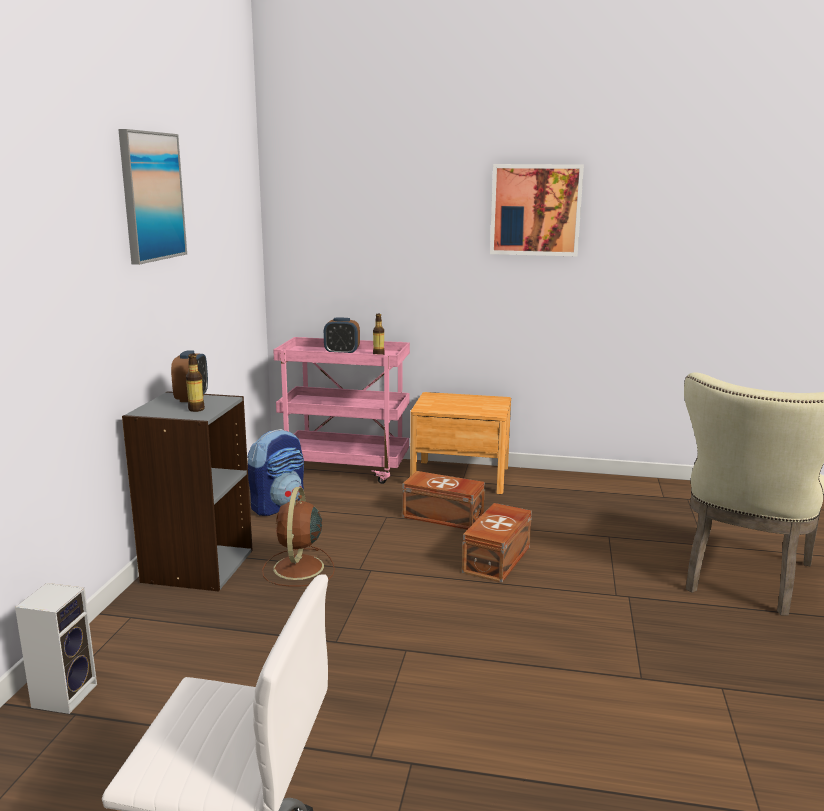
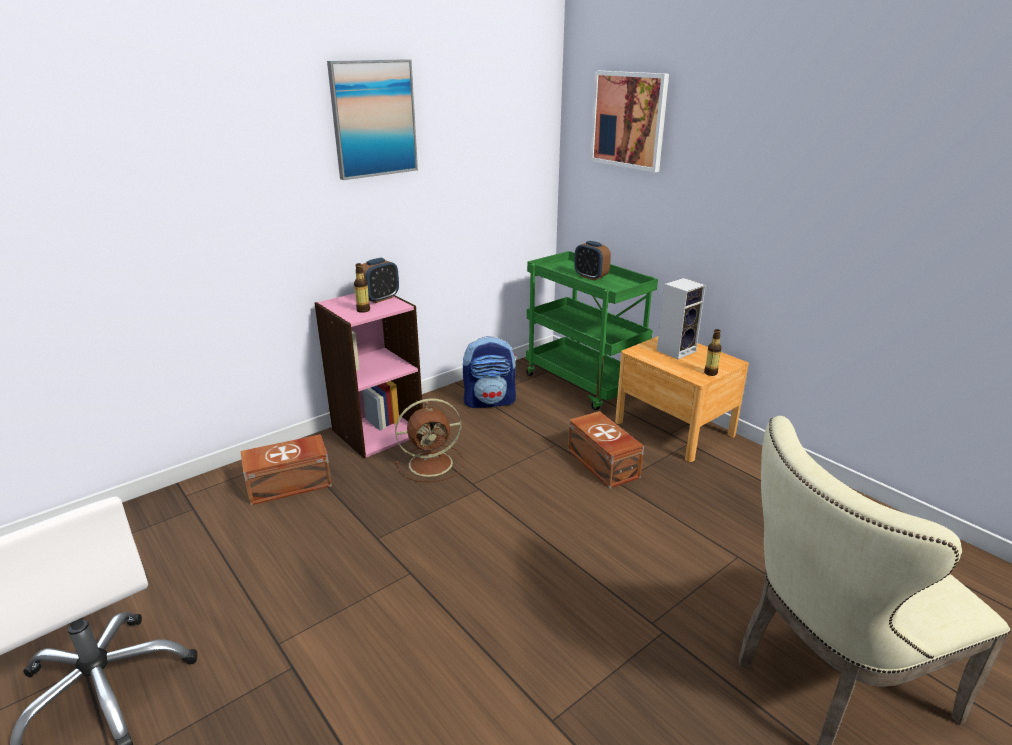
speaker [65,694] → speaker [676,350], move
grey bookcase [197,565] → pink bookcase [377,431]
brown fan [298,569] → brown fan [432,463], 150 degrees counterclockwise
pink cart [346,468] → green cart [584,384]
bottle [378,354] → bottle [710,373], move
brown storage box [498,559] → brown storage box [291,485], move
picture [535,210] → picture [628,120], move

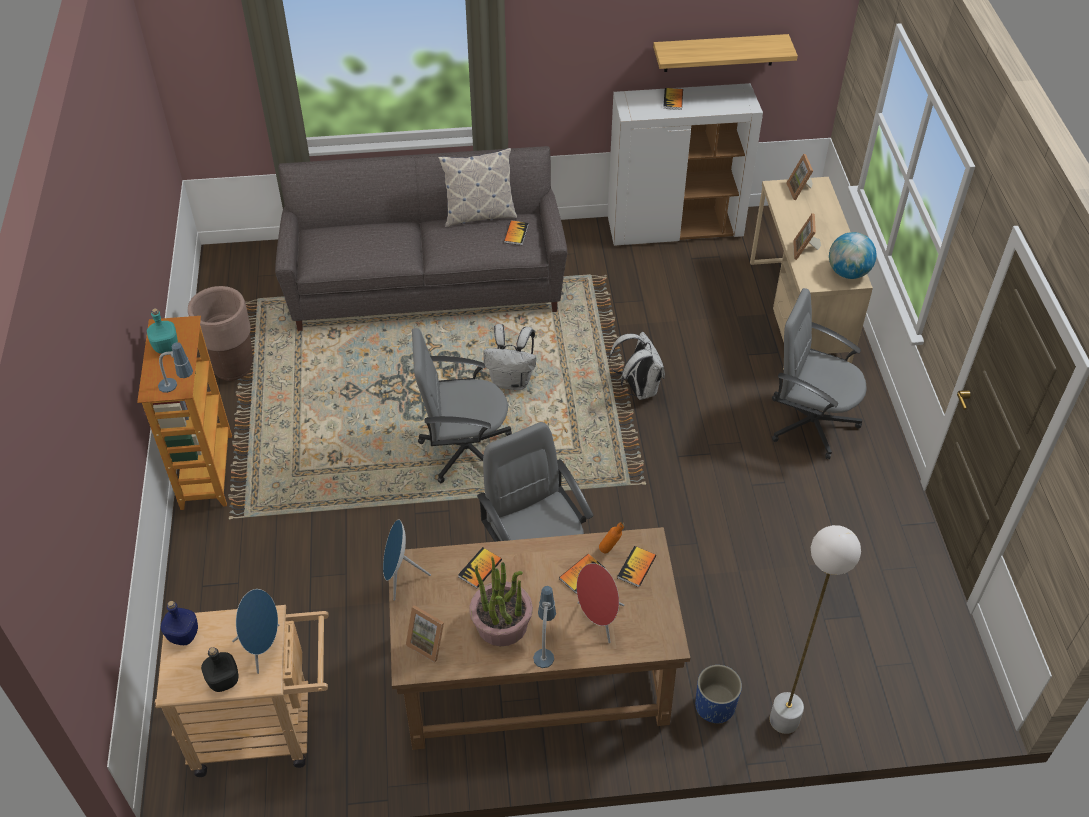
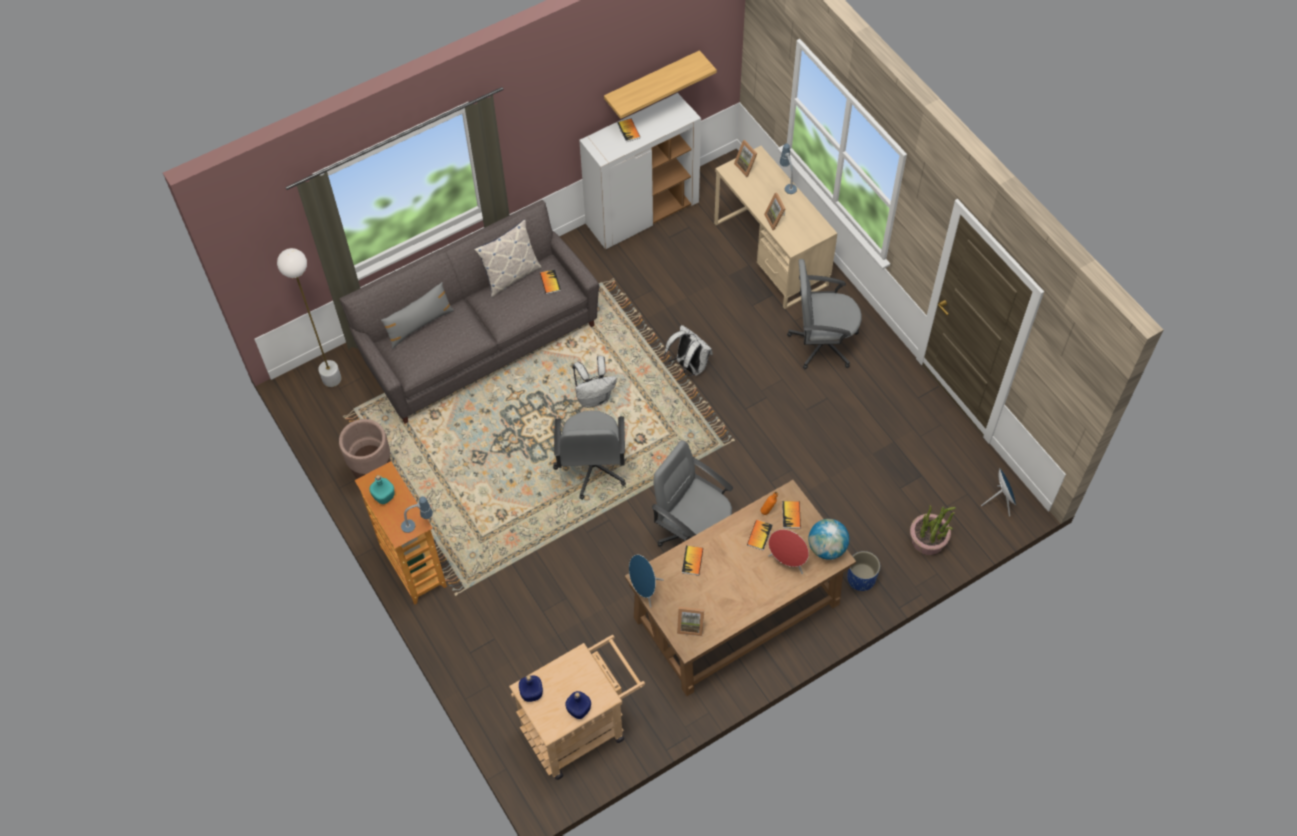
black bottle [223,681] → blue bottle [578,710]
blue speaker [262,647] → blue speaker [999,501], move
grey office chair [464,449] → grey office chair [592,468], 60 degrees counterclockwise
potted plant [501,624] → potted plant [928,540], move
table lamp [545,645] → table lamp [787,183], move
white floor lamp [784,720] → white floor lamp [331,379], move
globe [848,272] → globe [827,548], move
- → grey pillow [419,325]

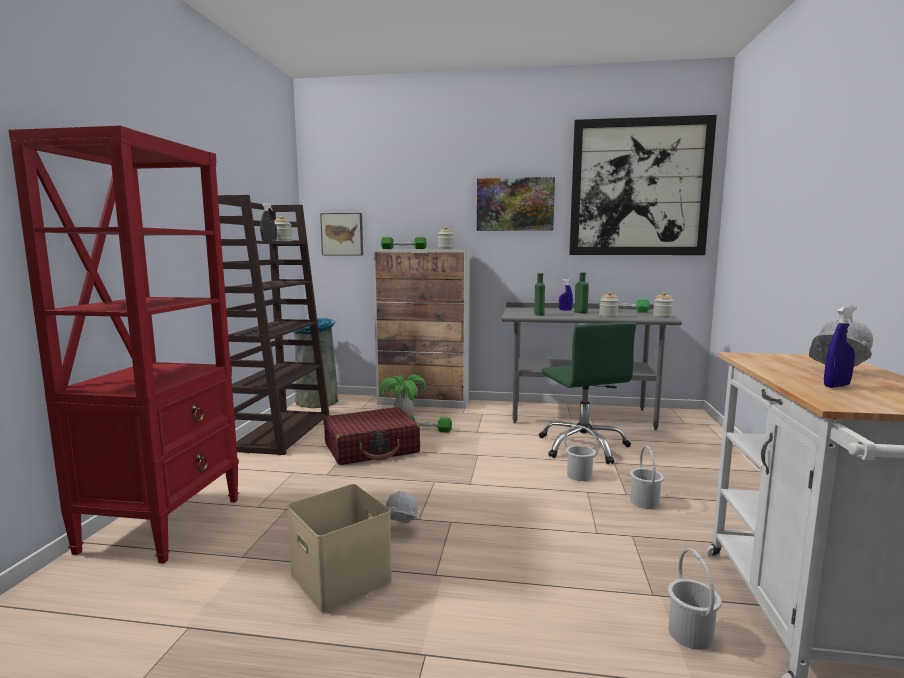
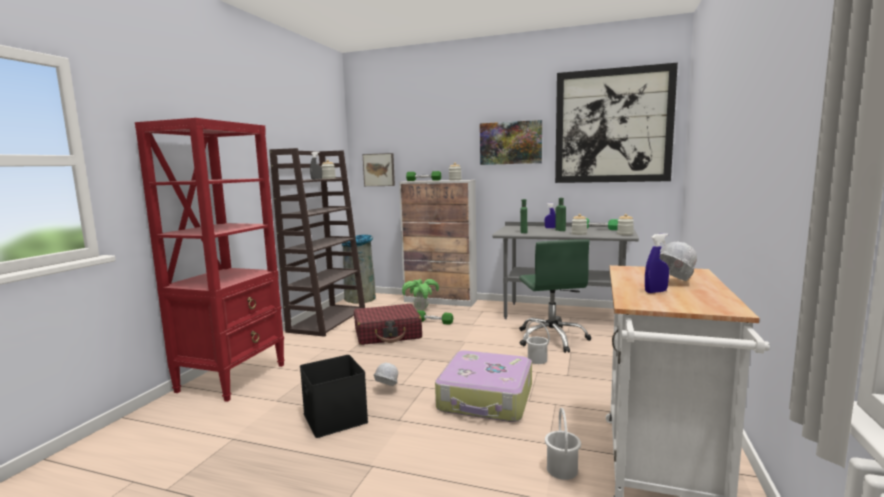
beige storage box [338,578] → black storage box [333,417]
white bucket [645,502] → -
- → suitcase [486,398]

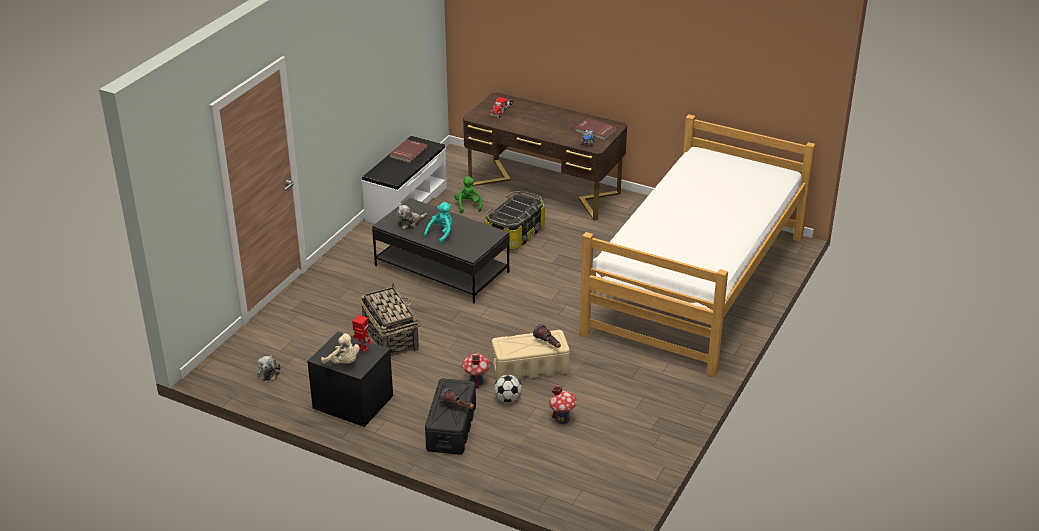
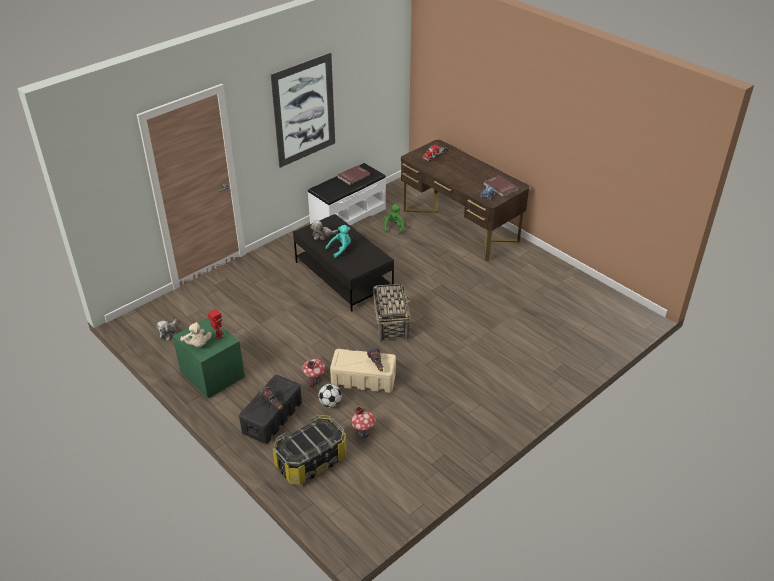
black nightstand [352,403] → green nightstand [211,375]
basket [390,338] → basket [391,324], move
storage box [514,234] → storage box [311,461], move
bed [697,284] → -
- → picture [304,110]

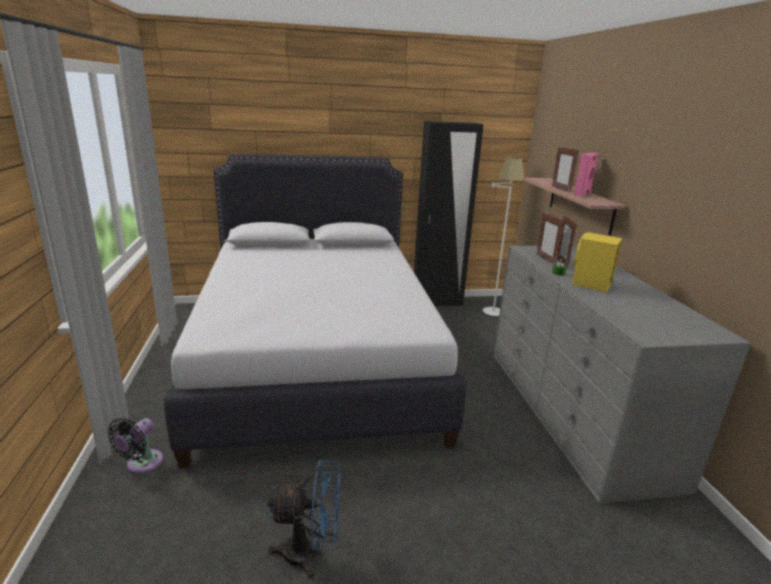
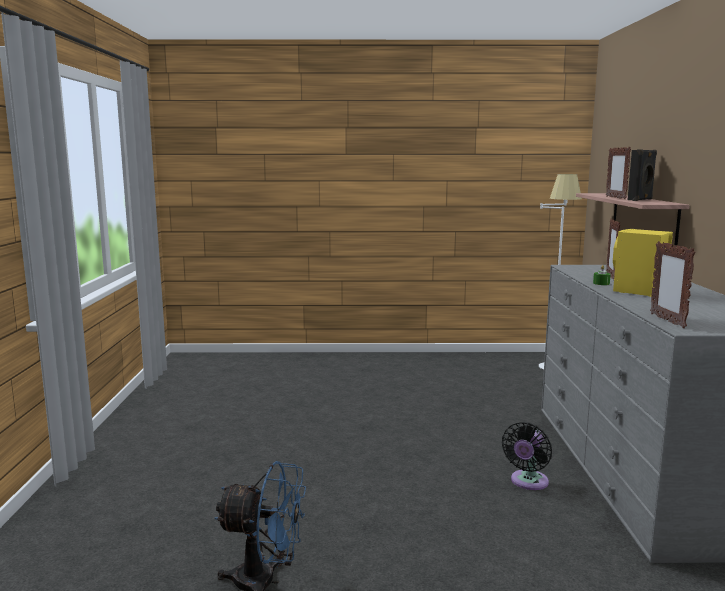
black fan [141,464] → black fan [528,482], move
white bed [315,359] → -
black wardrobe [437,302] → -
picture frame [545,260] → picture frame [667,321], move
pink speaker [583,194] → black speaker [640,200]

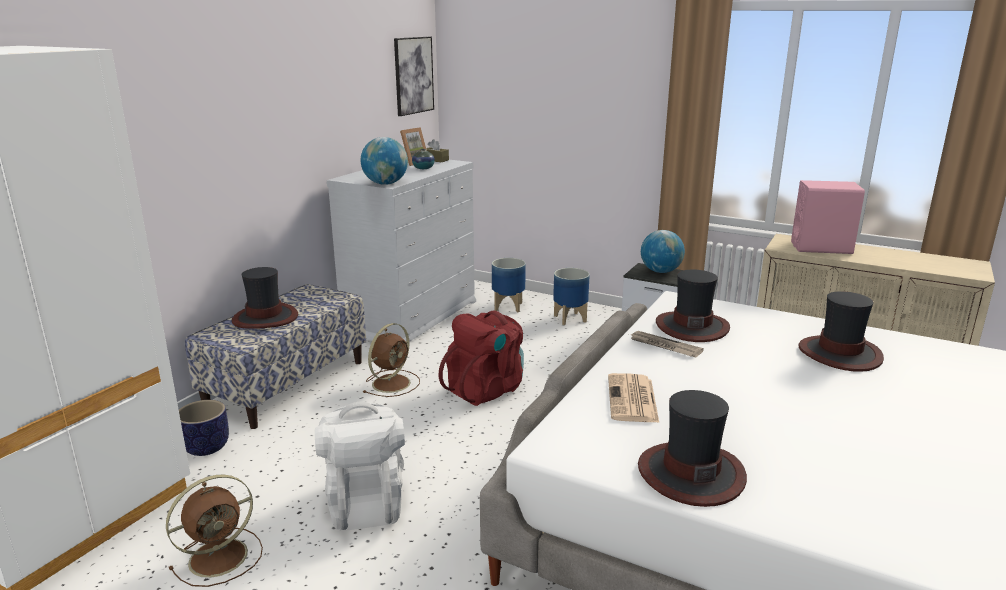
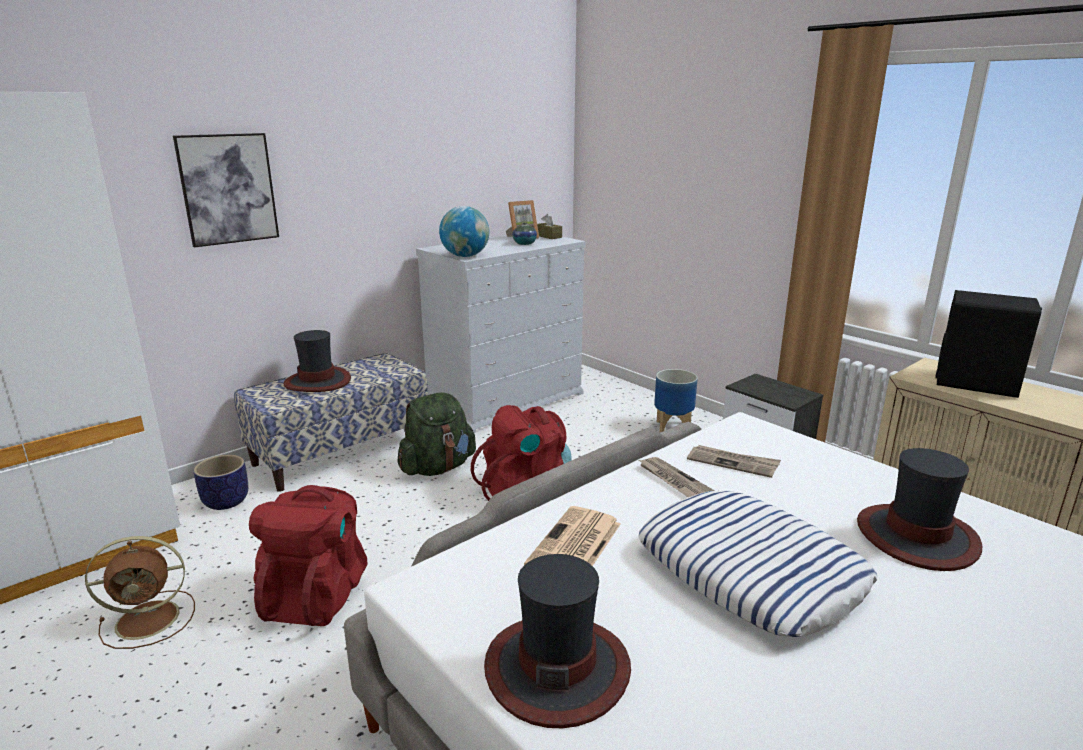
white backpack [365,503] → red backpack [317,595]
brown fan [392,383] → green backpack [437,468]
picture [413,75] → picture [228,189], move
planter [508,306] → -
globe [660,271] → -
hat [691,327] → newspaper [733,463]
pink speaker [821,247] → black speaker [976,383]
- → pillow [749,570]

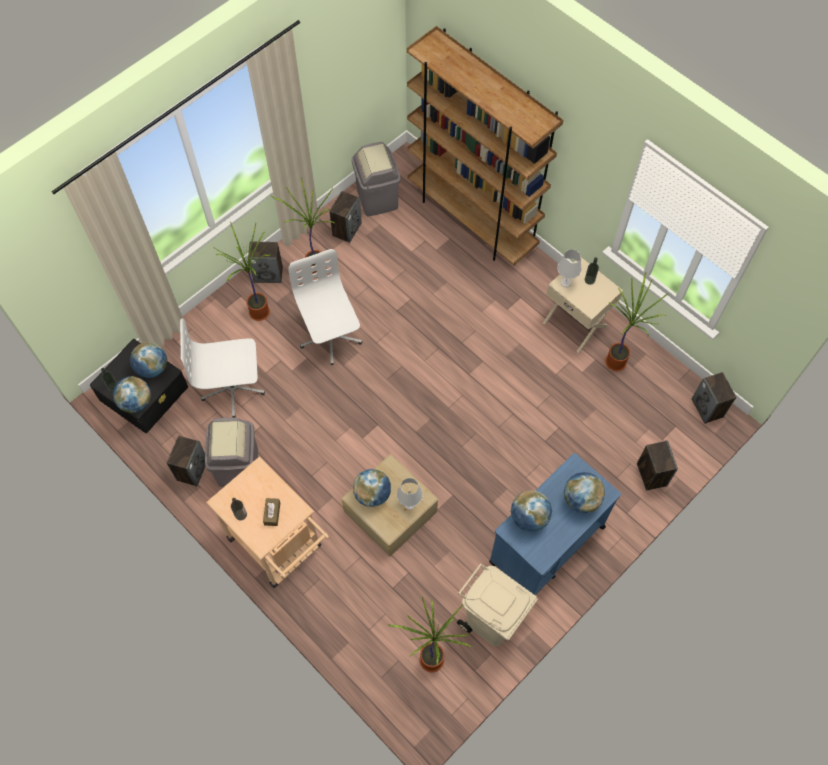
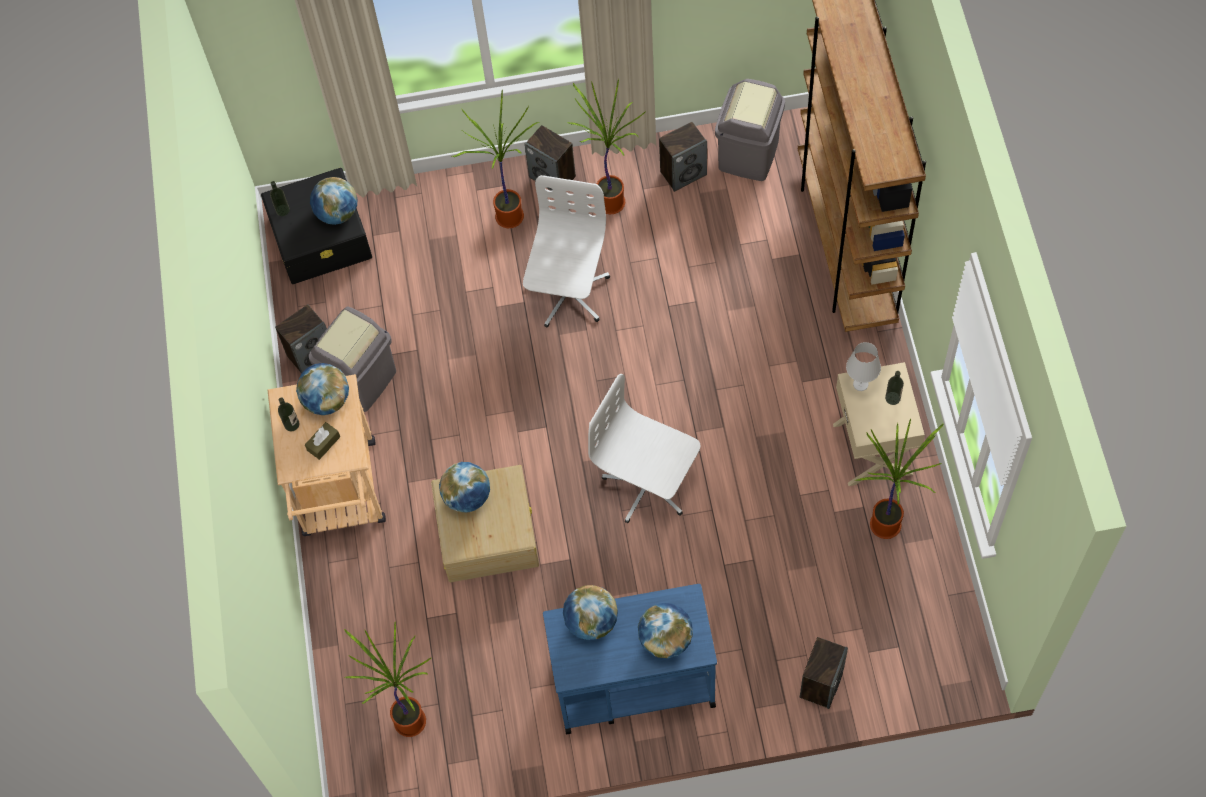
globe [136,402] → globe [326,400], move
white office chair [233,388] → white office chair [648,485], move
white table lamp [409,504] → -
beige trash can [491,621] → -
speaker [707,408] → -

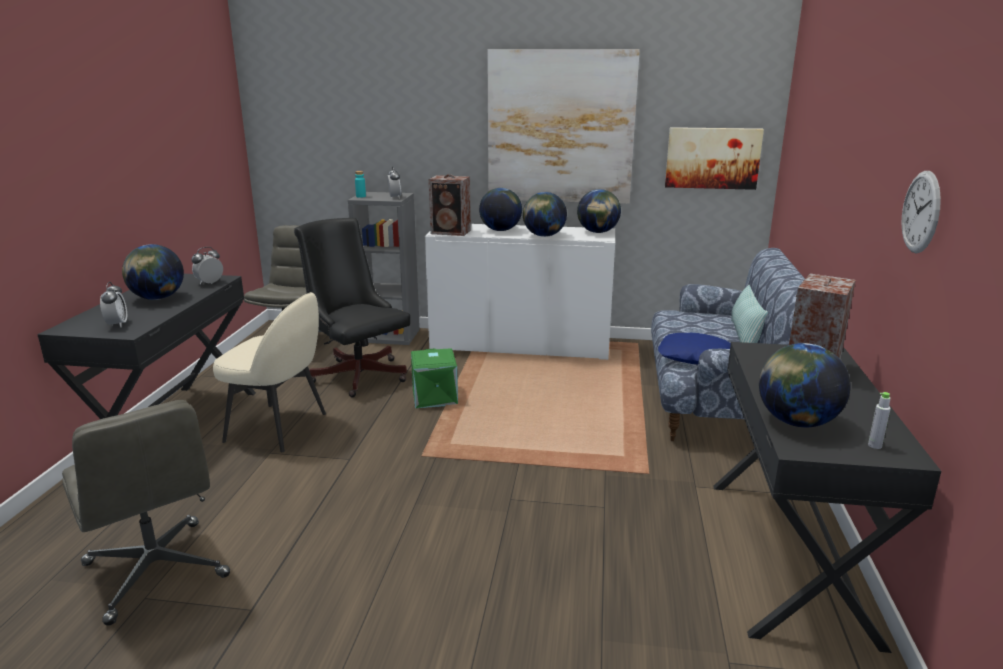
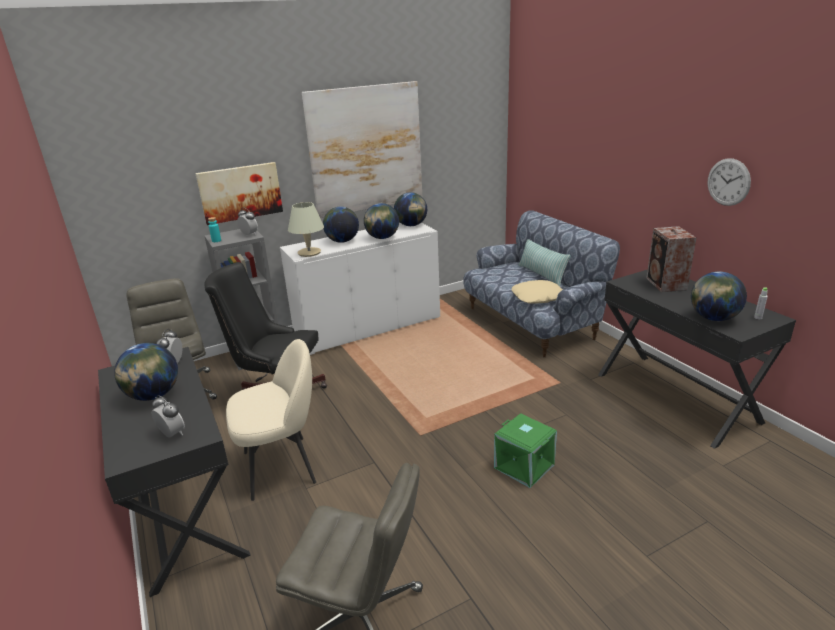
green storage box [435,397] → green storage box [525,466], move
speaker [452,232] → beige table lamp [309,252]
blue pillow [694,357] → beige pillow [537,297]
picture [712,158] → picture [240,192], move

